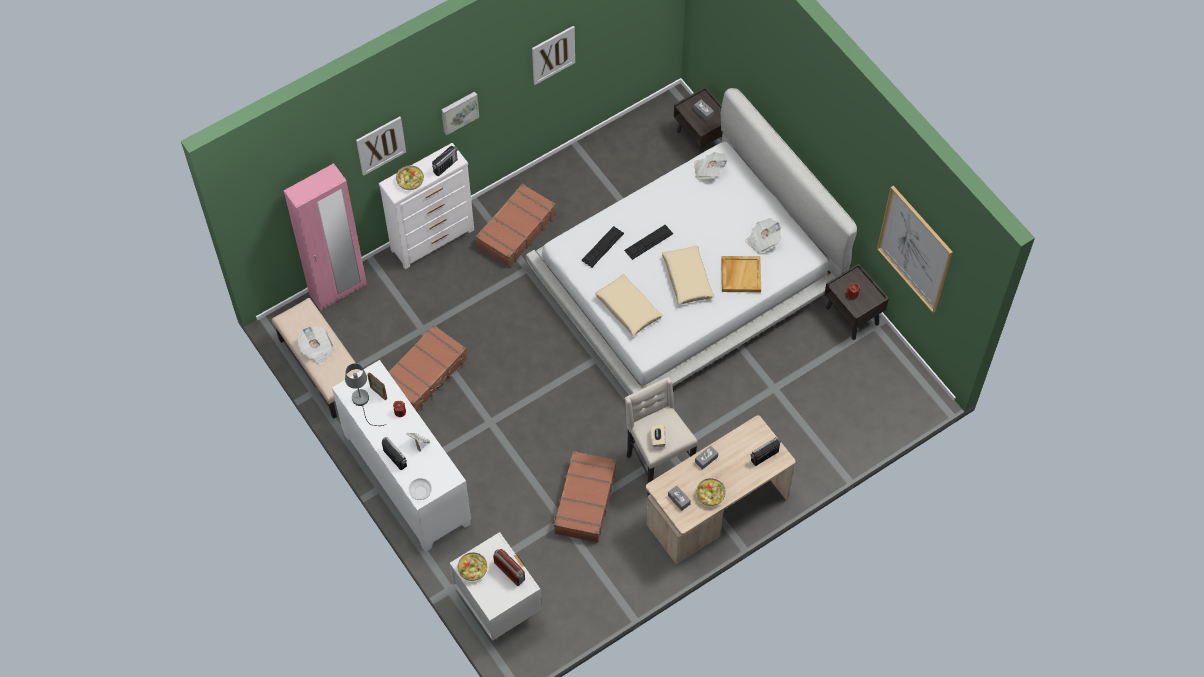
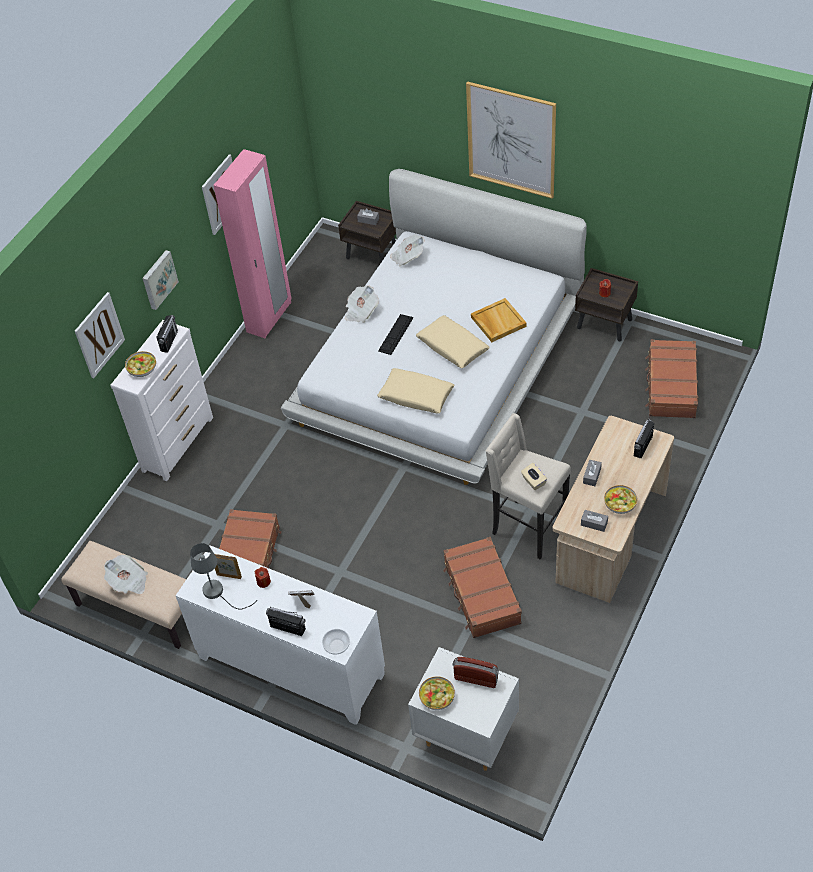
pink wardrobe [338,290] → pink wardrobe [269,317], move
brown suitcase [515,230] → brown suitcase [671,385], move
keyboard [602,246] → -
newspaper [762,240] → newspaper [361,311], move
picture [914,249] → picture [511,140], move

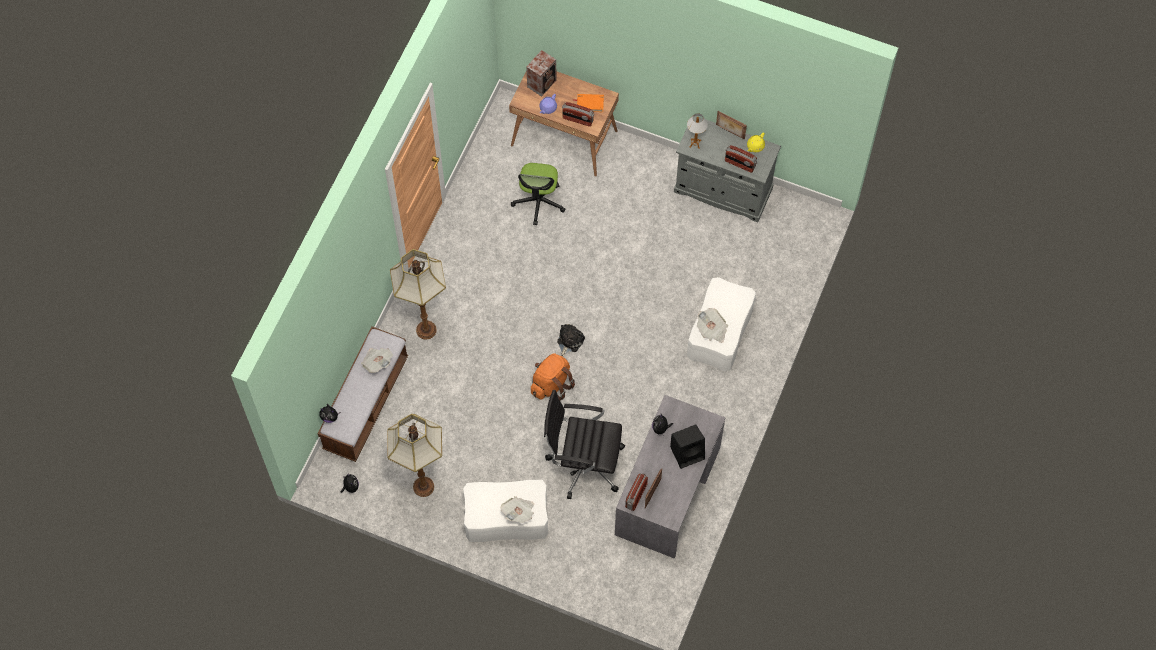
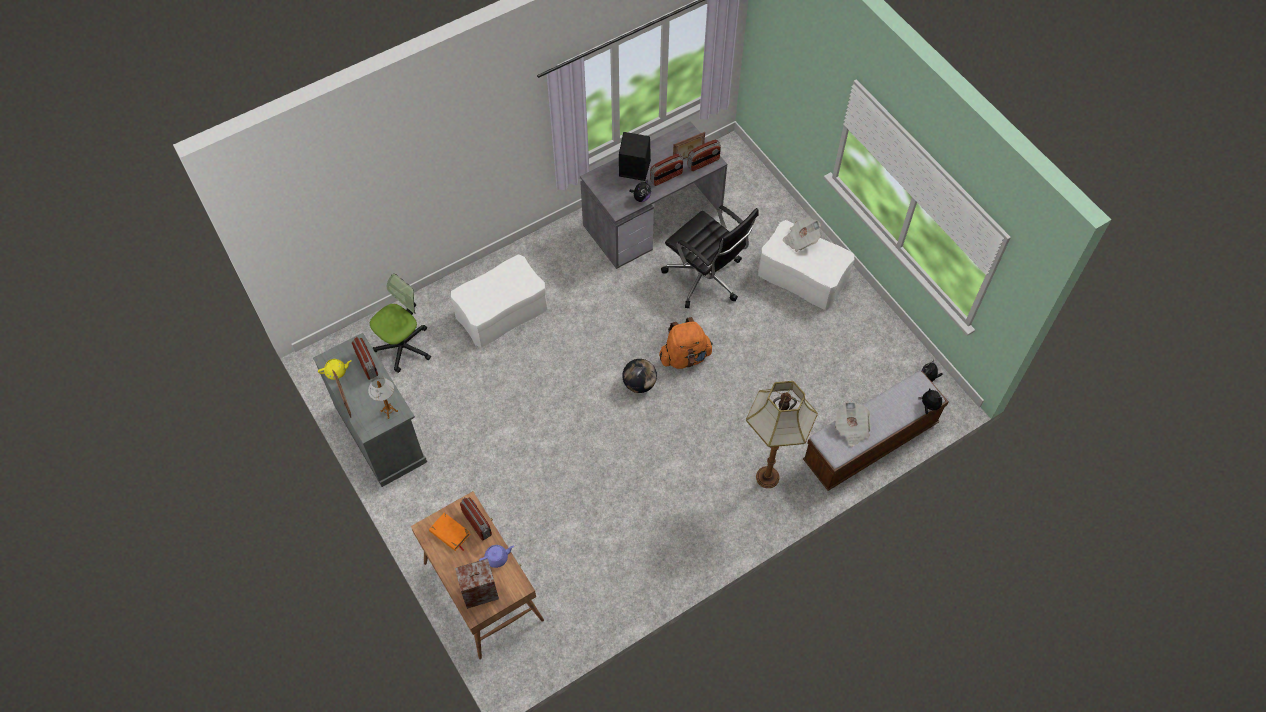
floor lamp [422,487] → -
office chair [538,202] → office chair [403,346], move
plush toy [569,341] → globe [639,384]
newspaper [712,330] → -
- → radio [666,177]

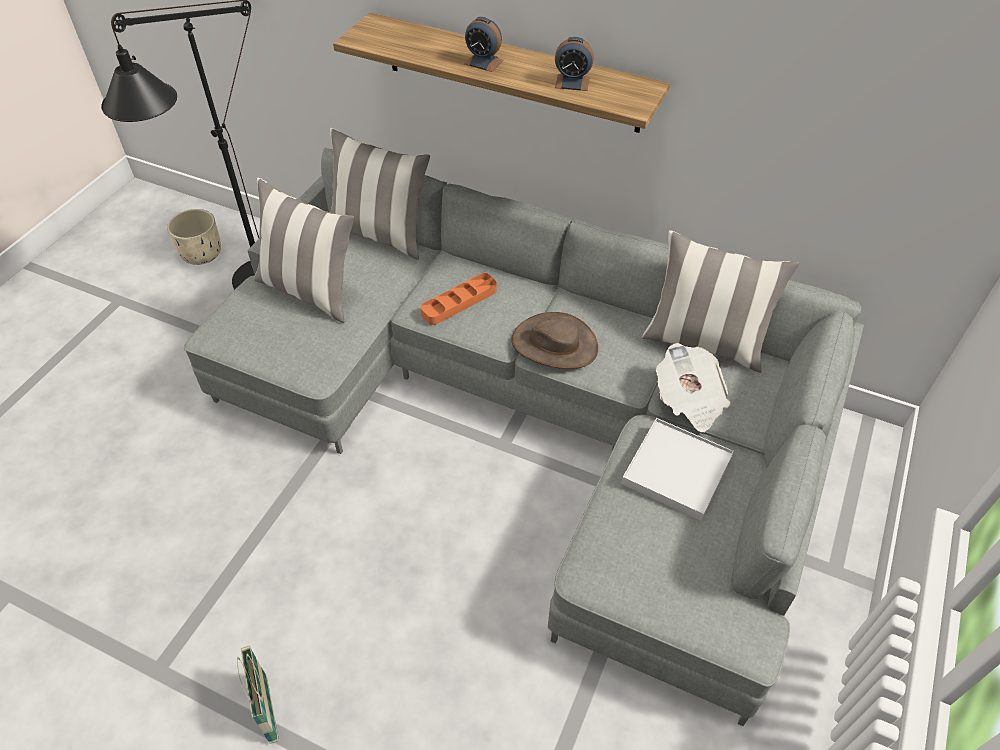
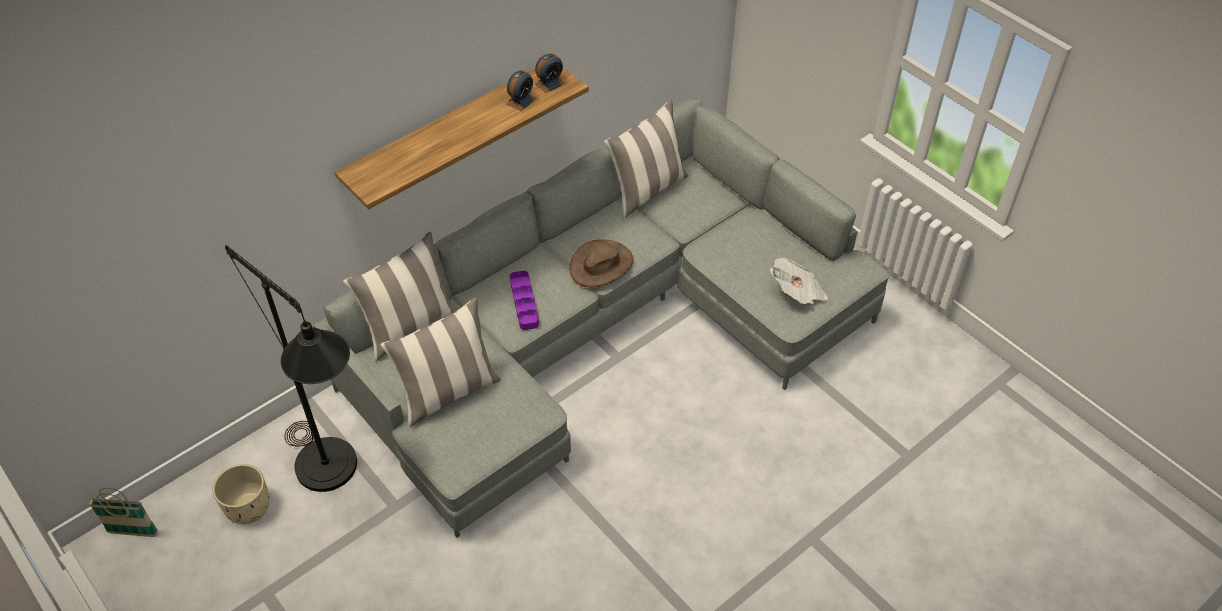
basket [268,709] → basket [133,532], move
orange tray [459,302] → purple tray [524,302]
alarm clock [483,62] → alarm clock [549,83], move
white tray [676,471] → -
newspaper [689,400] → newspaper [797,293], move

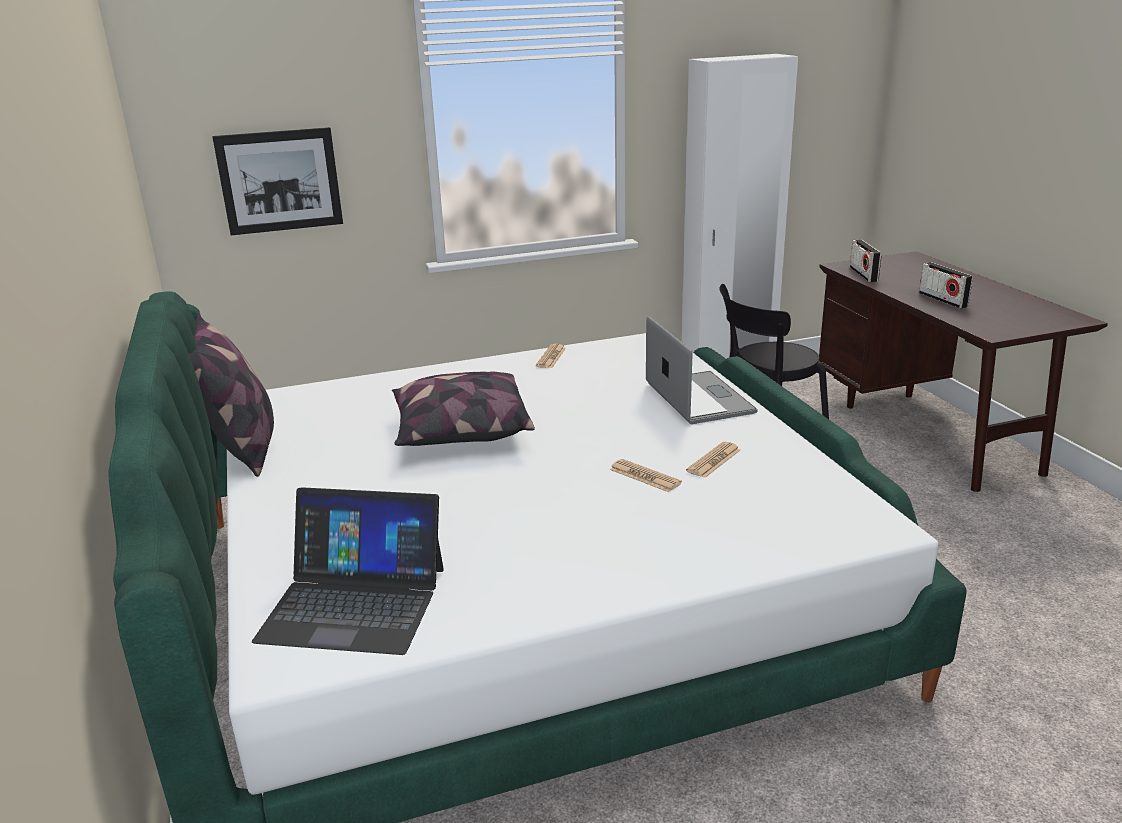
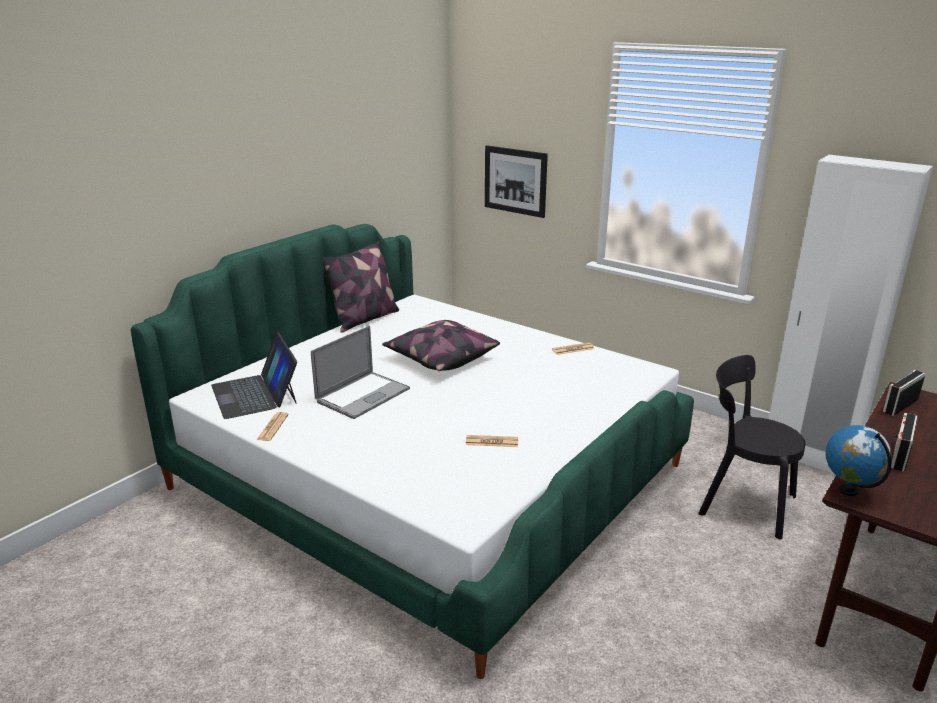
newspaper [644,476] → newspaper [272,427], move
laptop [698,398] → laptop [363,395], move
- → globe [849,491]

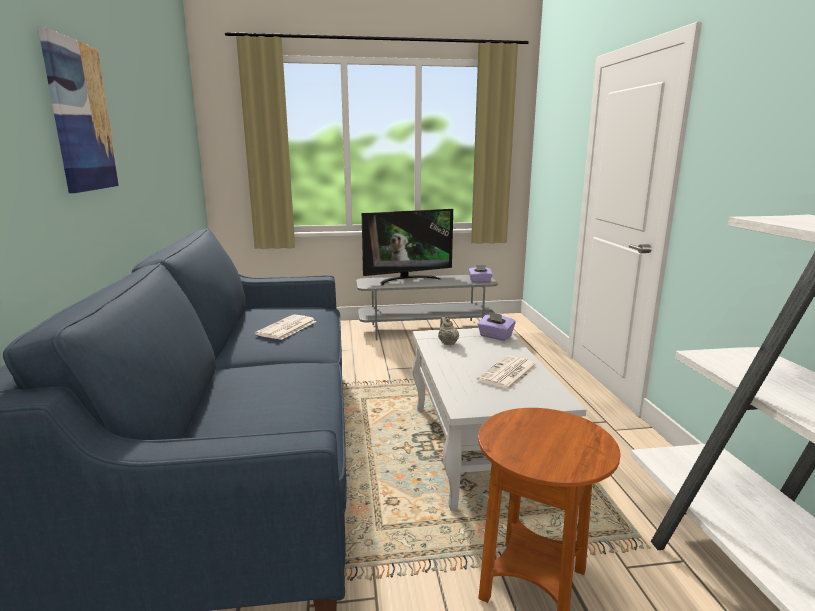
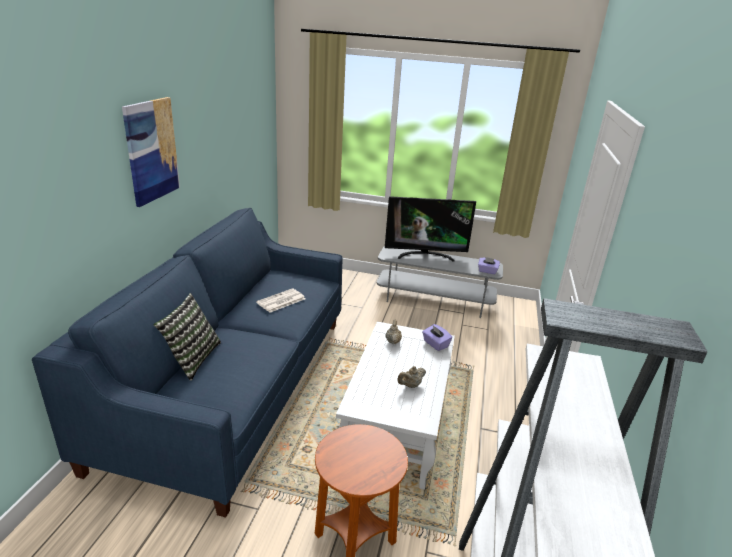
newspaper [508,374] → beige teapot [410,385]
- → pillow [191,358]

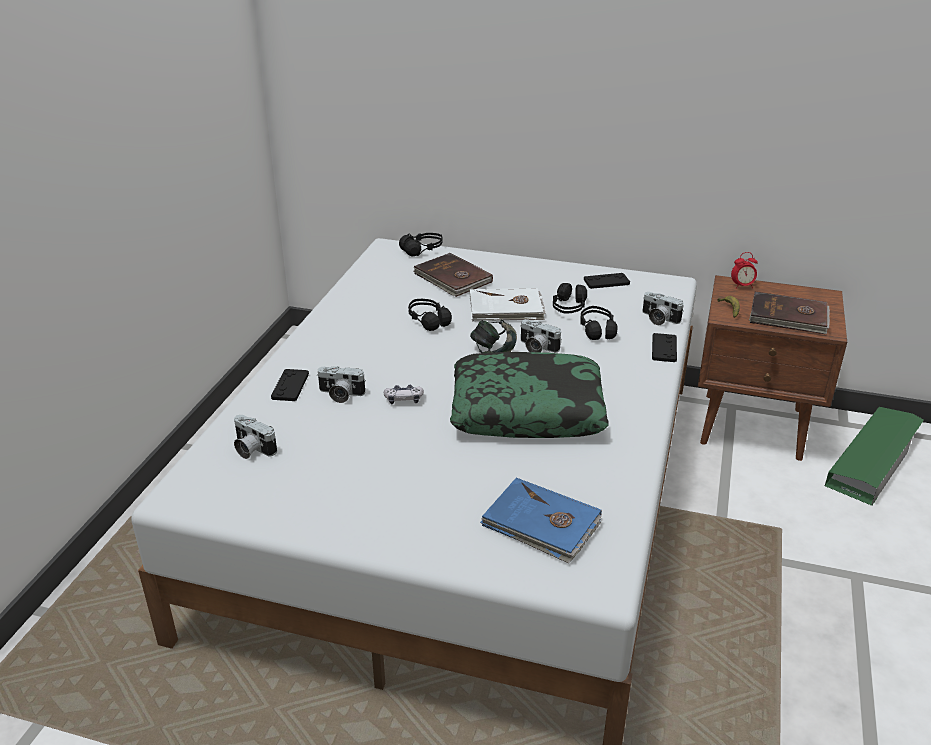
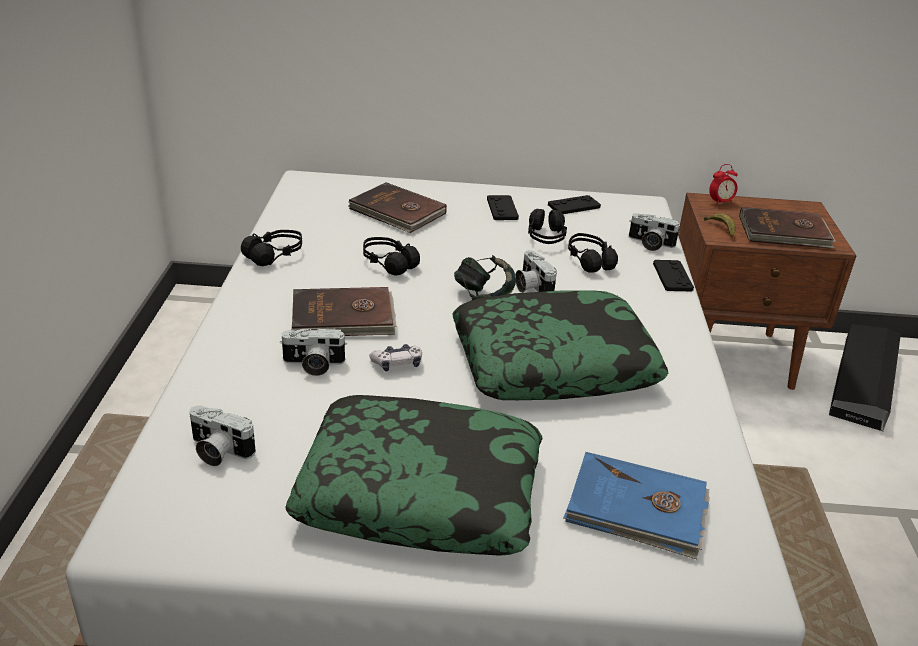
black game controller [290,386] → black game controller [502,209], move
black headphones [422,250] → black headphones [274,255], move
white book [506,309] → -
photo camera [536,348] → photo camera [531,286], 45 degrees clockwise
green storage box [873,460] → black storage box [863,382]
- → pillow [421,492]
- → brown book [343,318]

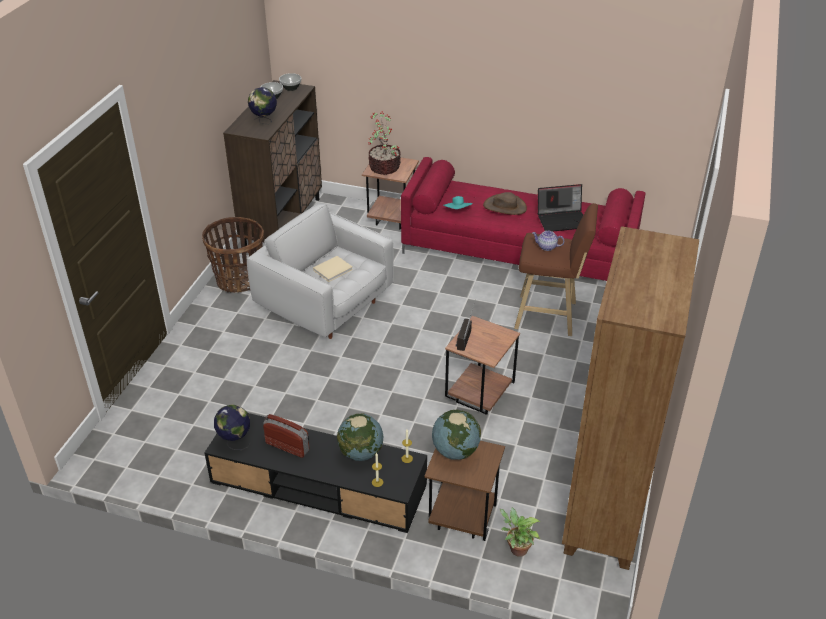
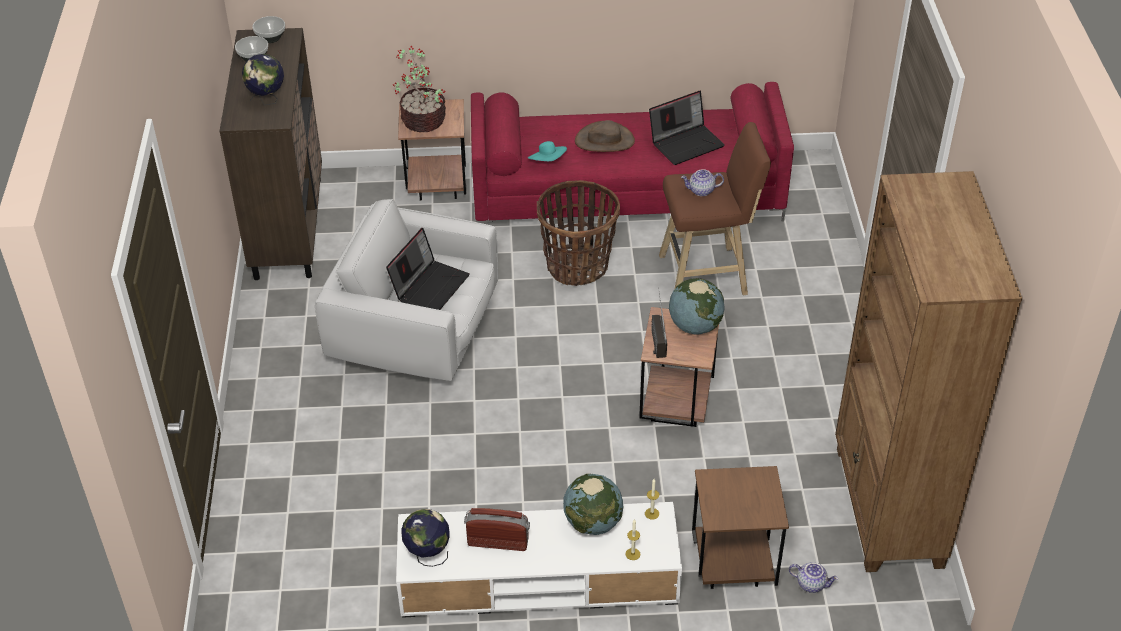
basket [239,280] → basket [577,266], move
black tv stand [318,484] → white tv stand [538,577]
beige book [334,269] → laptop [430,286]
globe [455,451] → globe [695,326], move
potted plant [516,549] → teapot [811,583]

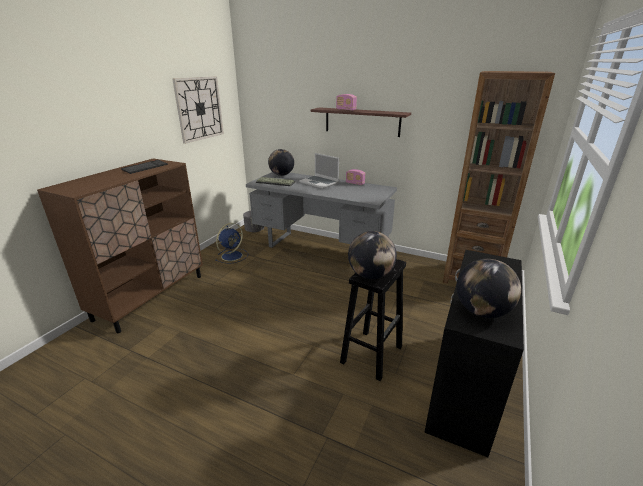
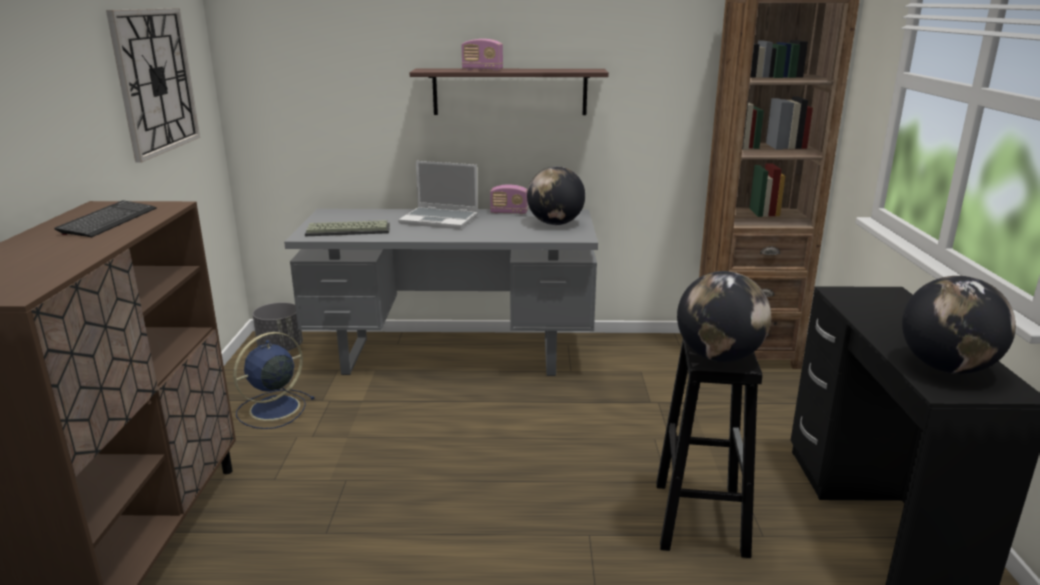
blue fan [232,255] → blue fan [272,409], 150 degrees counterclockwise
globe [281,175] → globe [555,223], move

